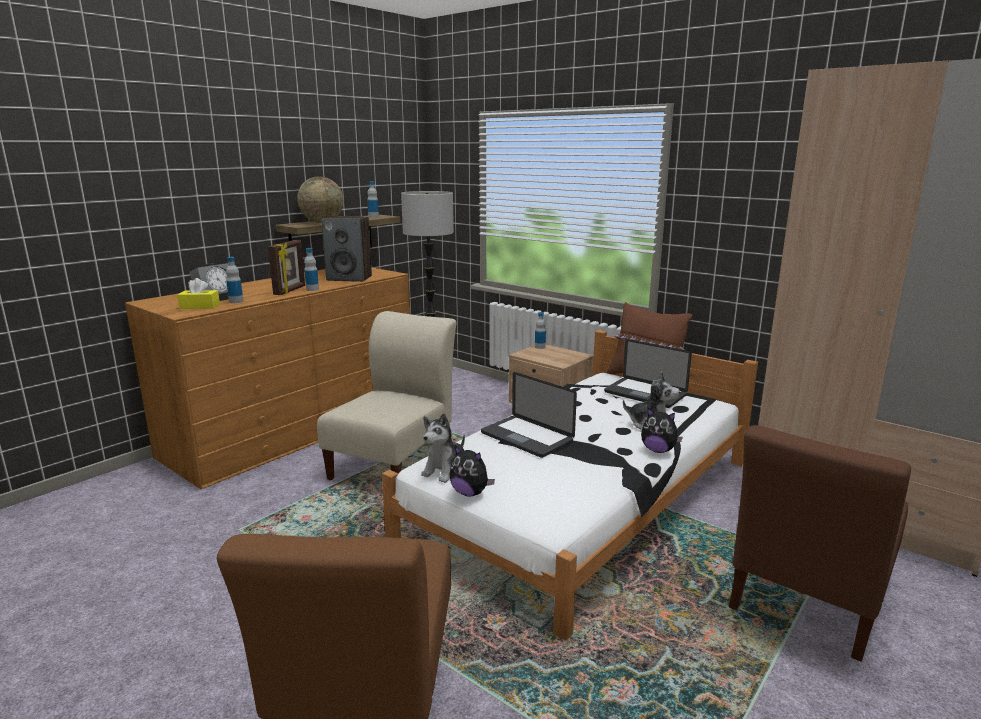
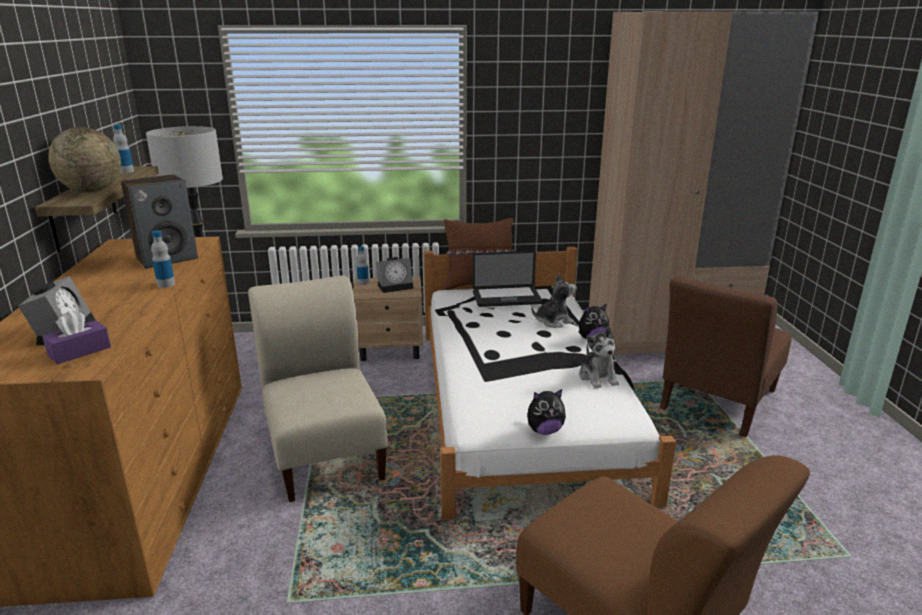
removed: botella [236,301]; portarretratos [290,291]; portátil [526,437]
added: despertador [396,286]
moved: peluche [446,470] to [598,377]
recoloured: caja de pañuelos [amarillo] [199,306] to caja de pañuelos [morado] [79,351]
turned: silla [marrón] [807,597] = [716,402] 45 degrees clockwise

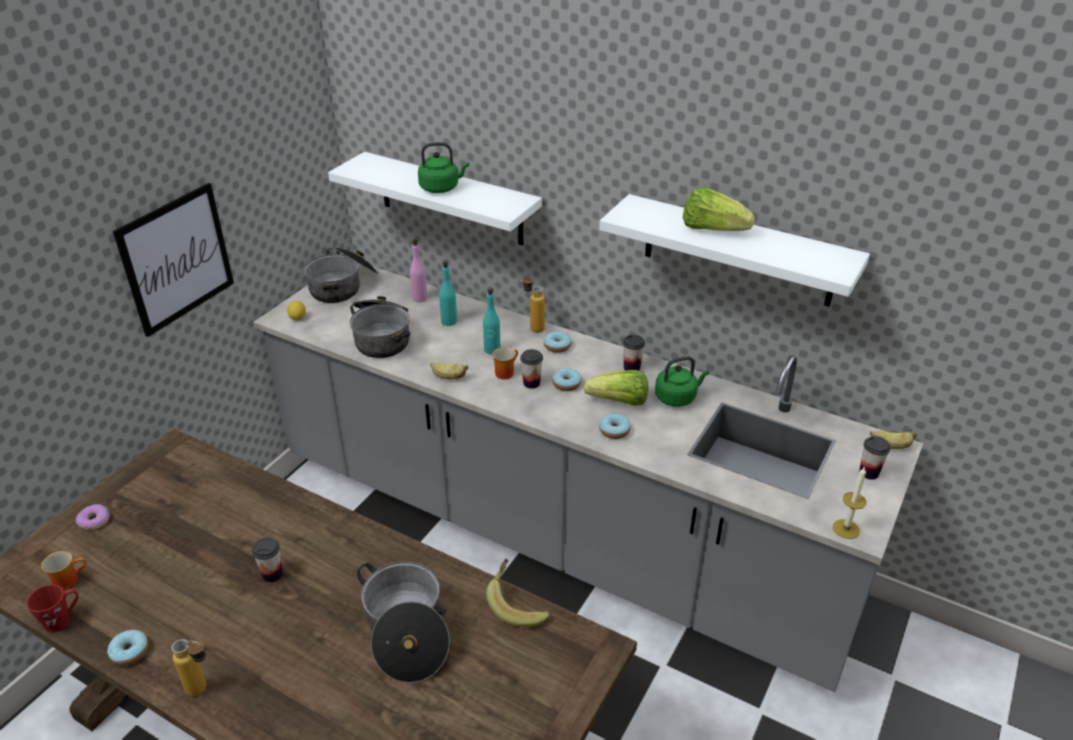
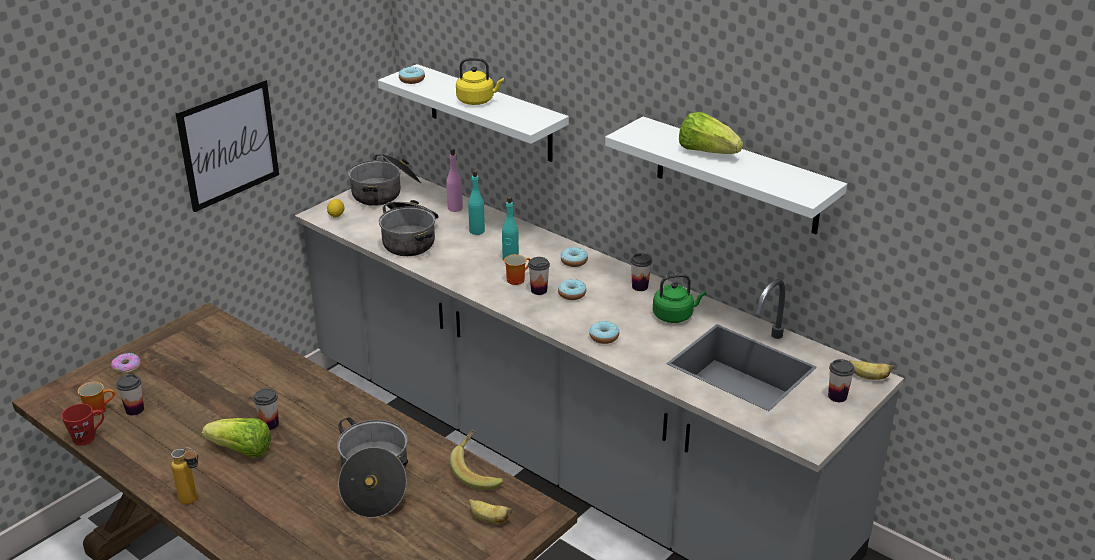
removed: botella [533,326]; vela [846,529]
added: taza [134,410]
moved: rosquilla [130,652] to [412,80]; plátano [448,377] to [488,519]; lechuga [619,402] to [242,451]
recoloured: hervidor [verde] [441,188] to hervidor [amarillo] [477,101]

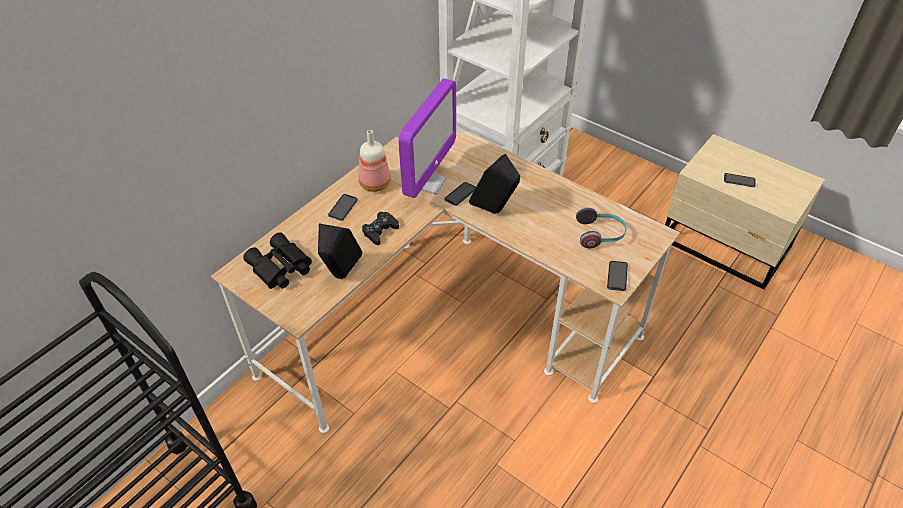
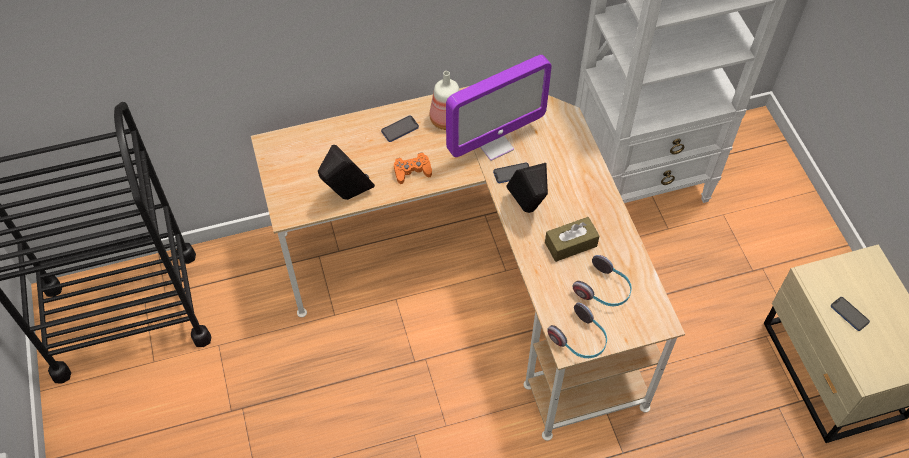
removed: prismáticos [negro] [280,268]
added: caja de pañuelos [marrón] [570,244]
replaced: móvil [617,276] to auriculares [580,339]
recoloured: mando de consola [negro] [380,231] to mando de consola [naranja] [412,171]

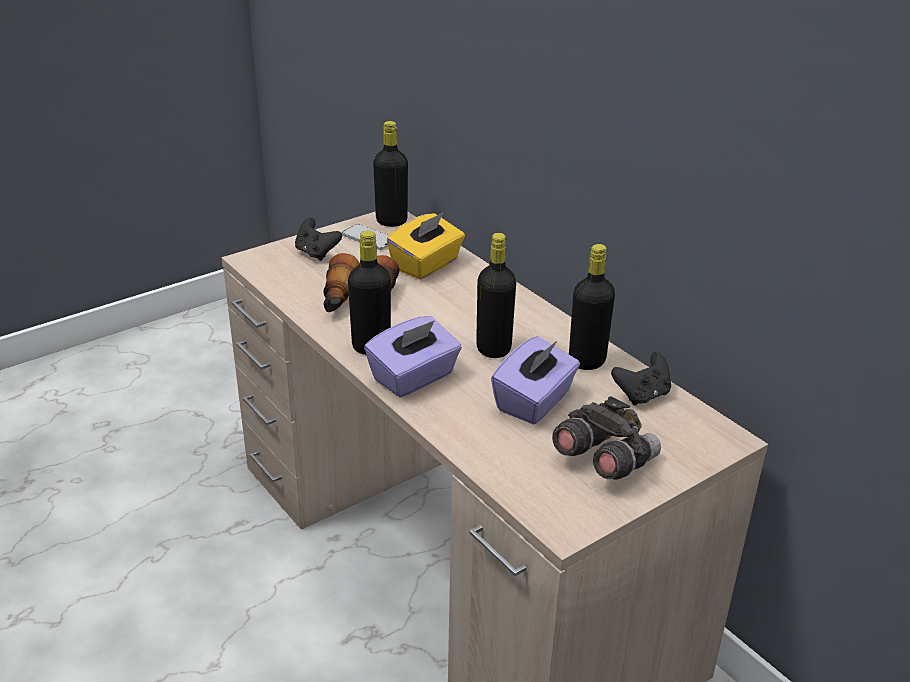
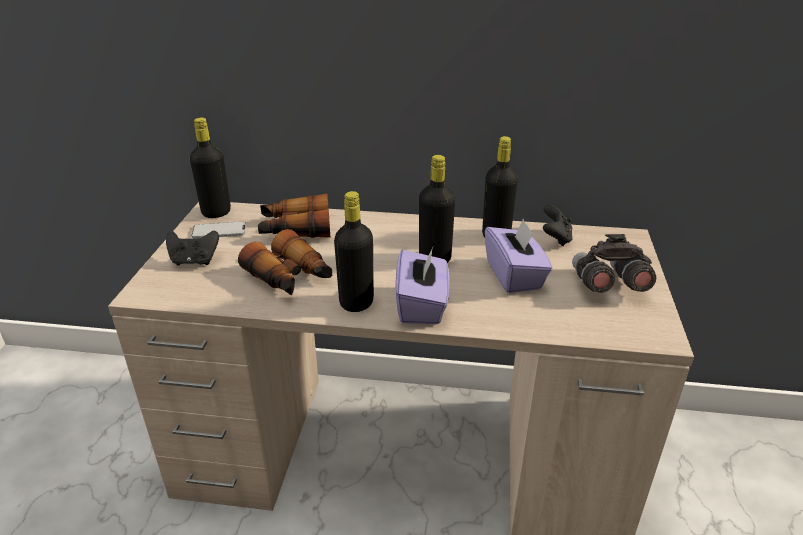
replaced: caja de pañuelos [amarillo] [426,265] to prismáticos [295,229]

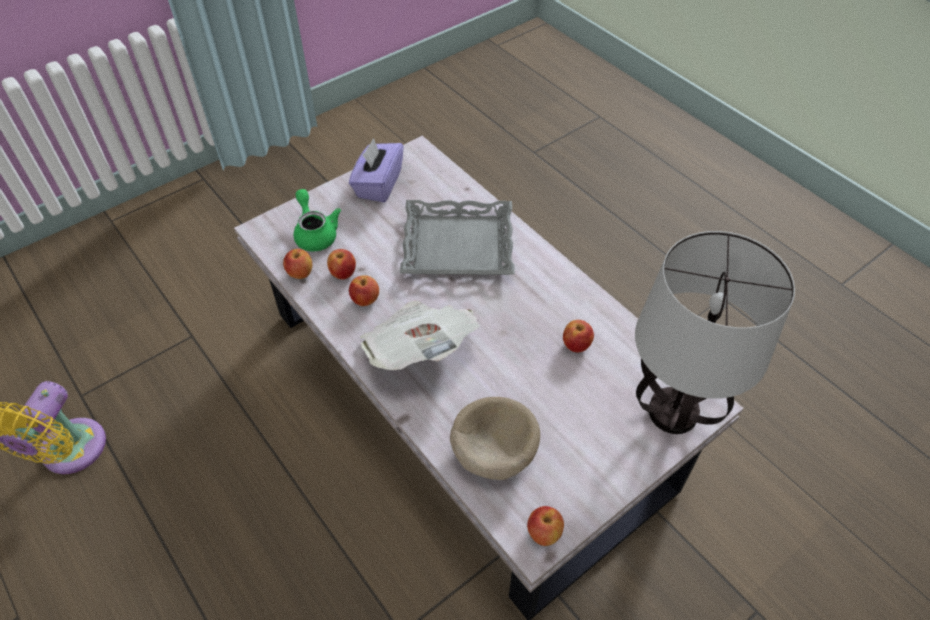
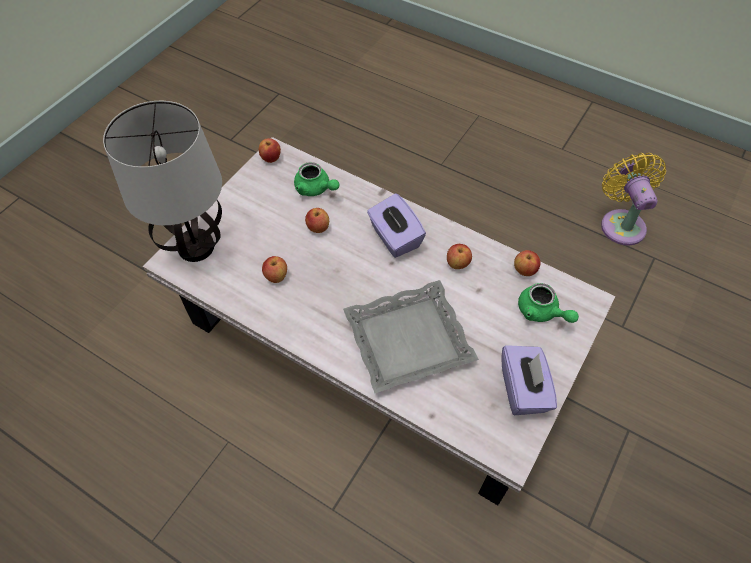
moved: manzana [343,273] to [318,228]
replaced: periódico [419,350] to caja de pañuelos [morado] [394,238]; cuenco [beis] [492,452] to tetera [verde] [315,189]

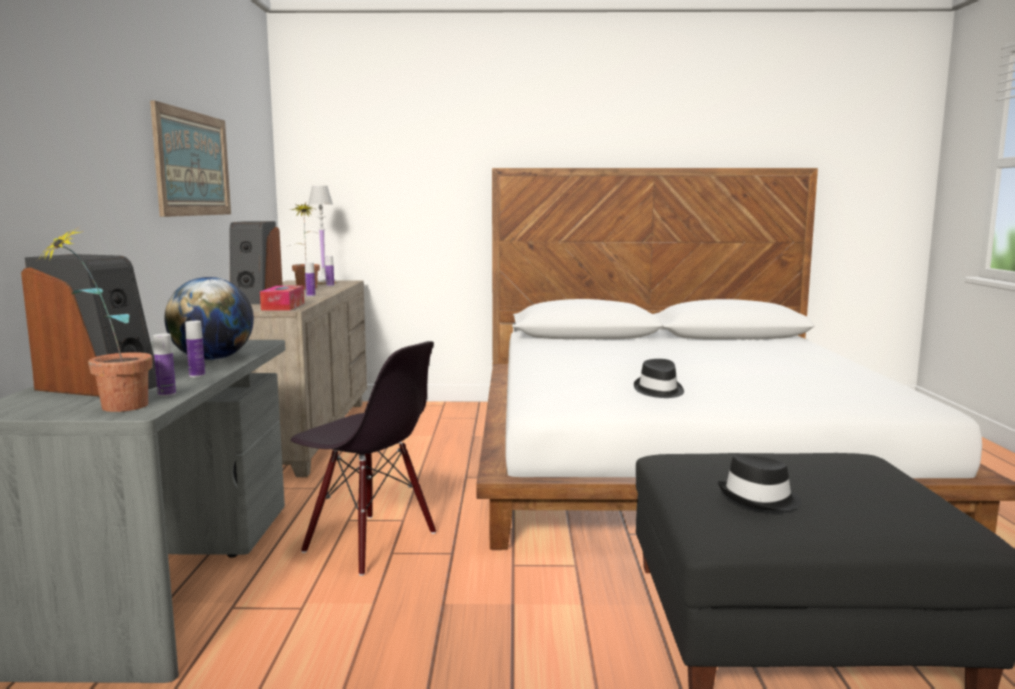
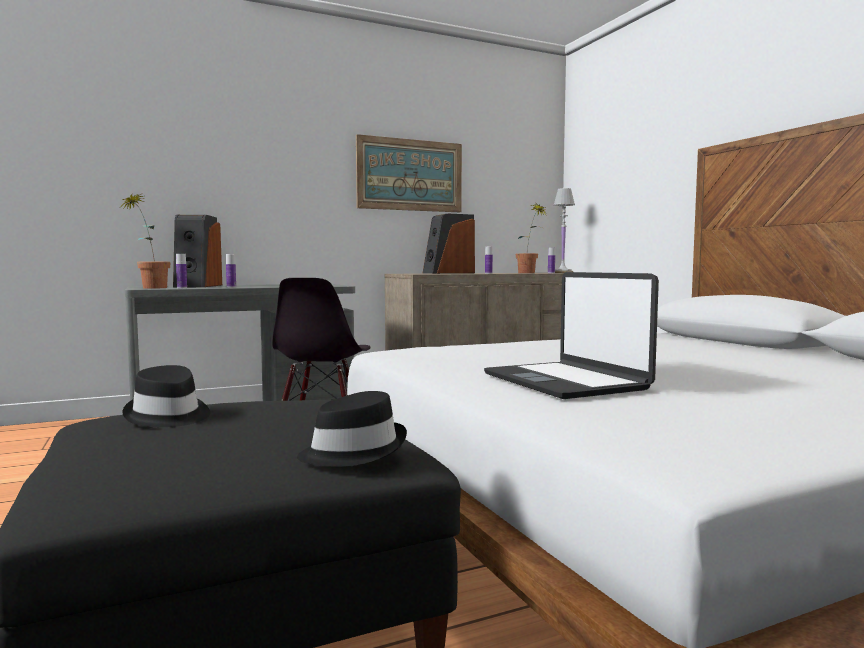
removed: globo terráqueo [213,359]; caja de pañuelos [283,306]
added: portátil [565,382]
moved: sombrero [negro] [658,390] to [353,450]

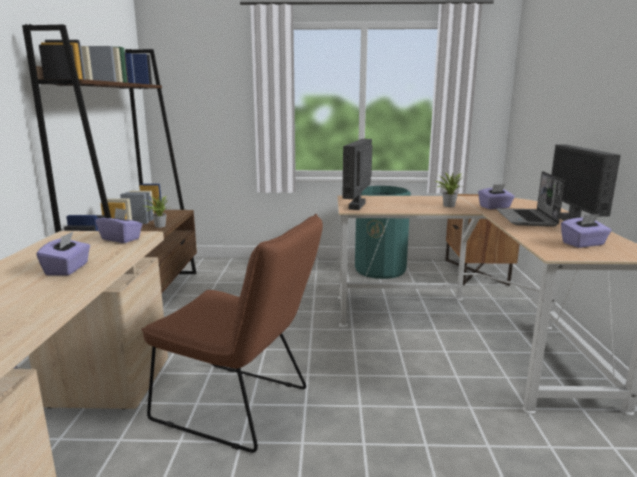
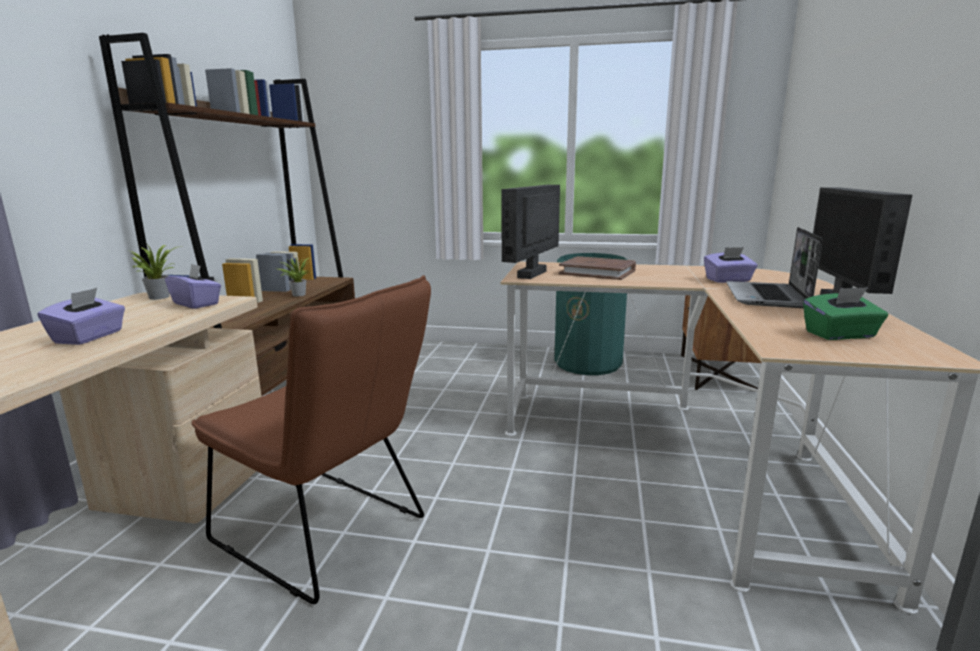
added: libro [marrón] [597,272]
moved: planta en maceta [447,205] to [159,297]
recoloured: caja de pañuelos [morado] [583,244] to caja de pañuelos [verde] [840,335]

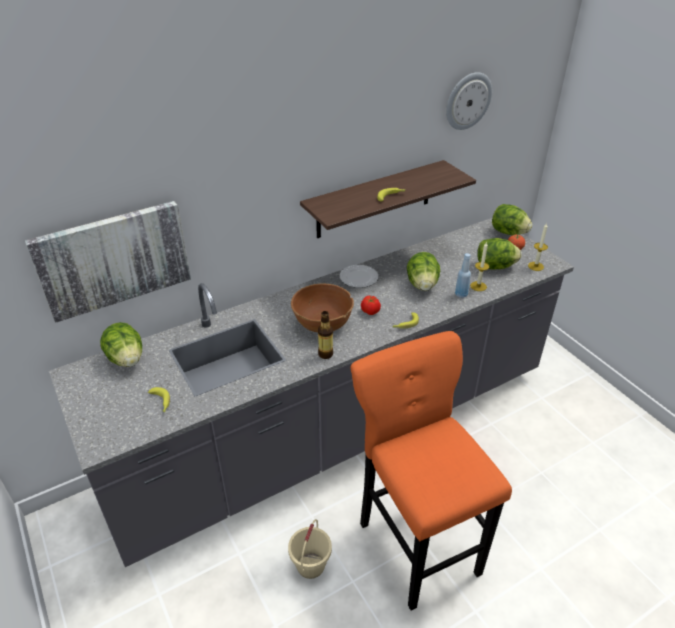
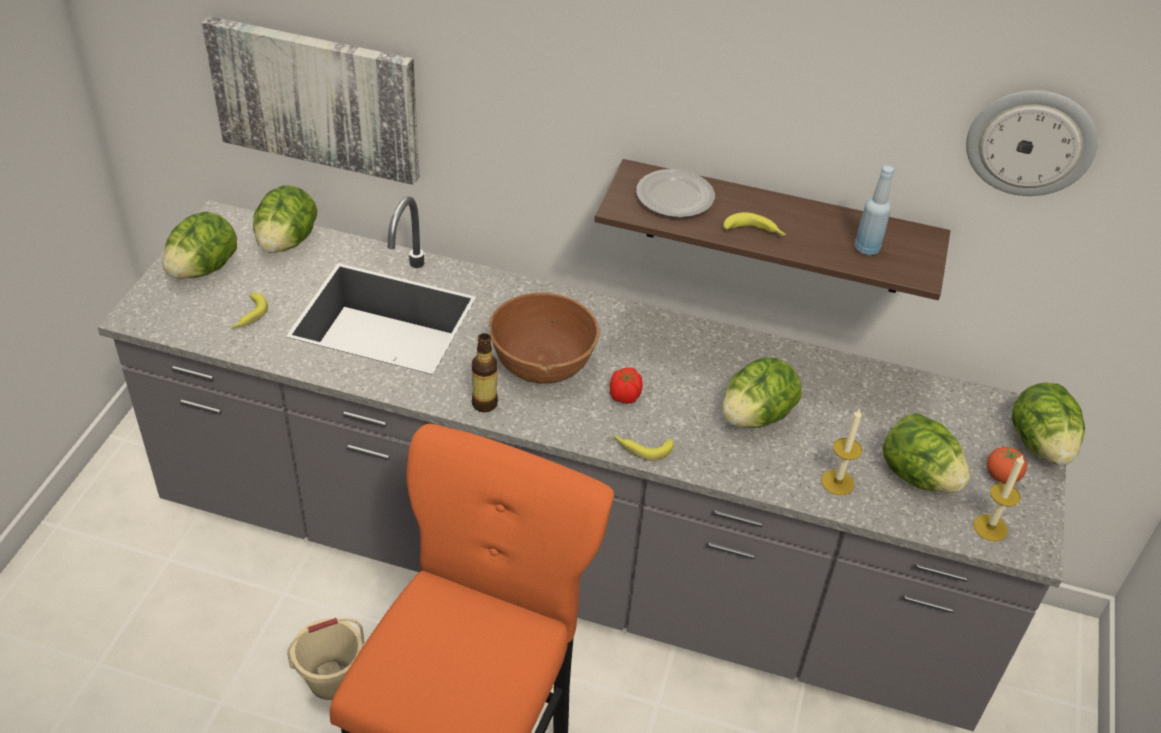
added: lechuga [203,269]
moved: plato [359,278] to [674,198]; botella [azul] [461,294] to [866,249]

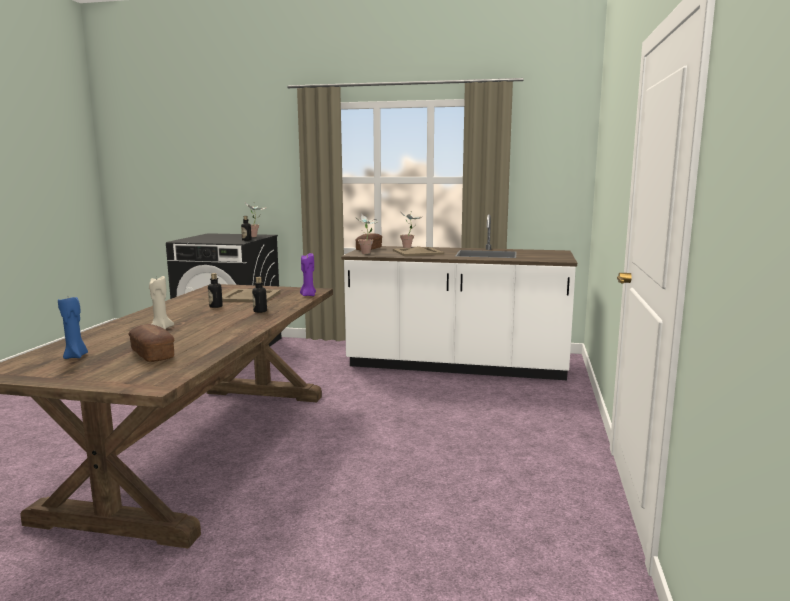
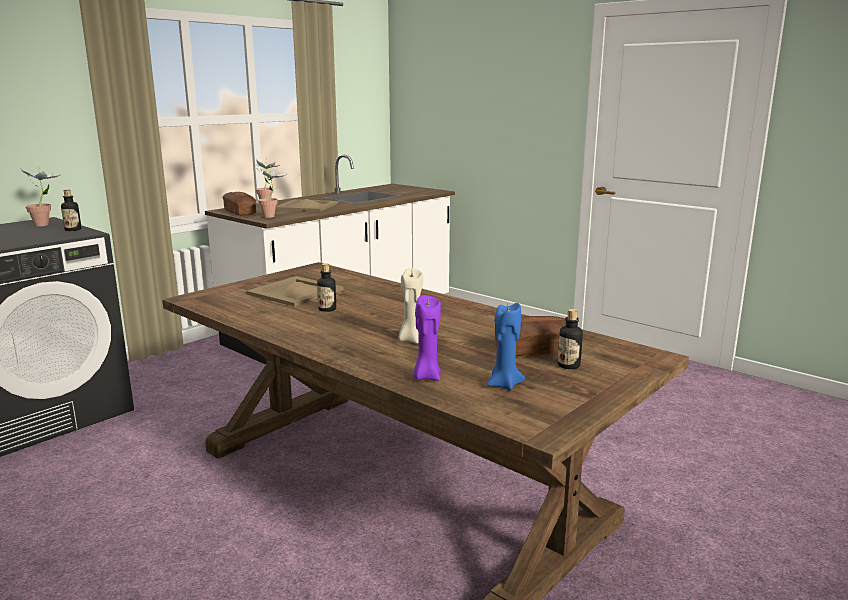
moved: botella [260,311] to [568,365]; vela [morado] [308,295] to [426,377]

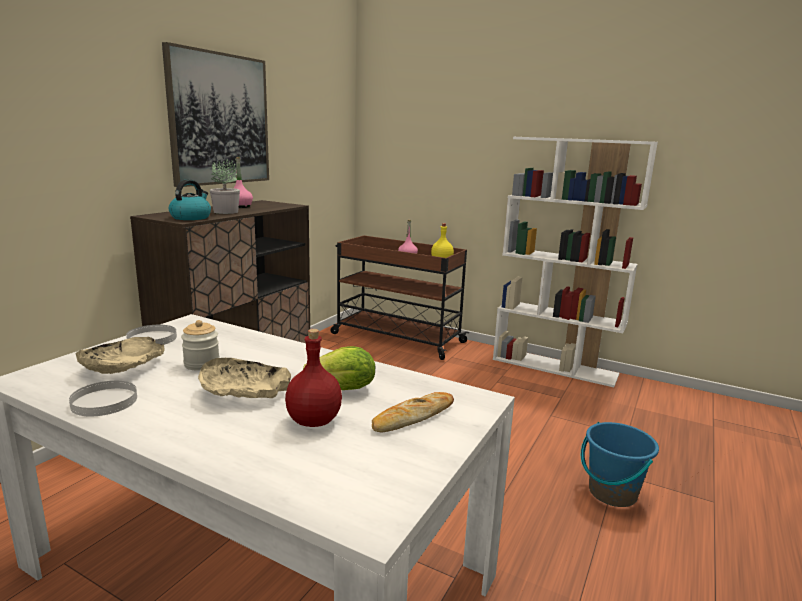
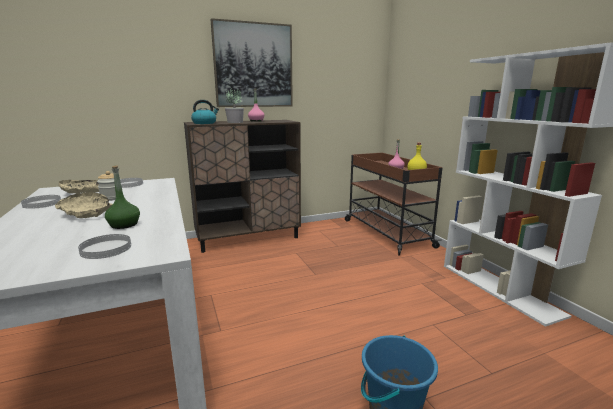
removed: botella [rojo] [315,421]
replaced: lechuga [343,389] to botella [verde] [124,225]; pan [413,417] to plato [blanco] [106,249]

